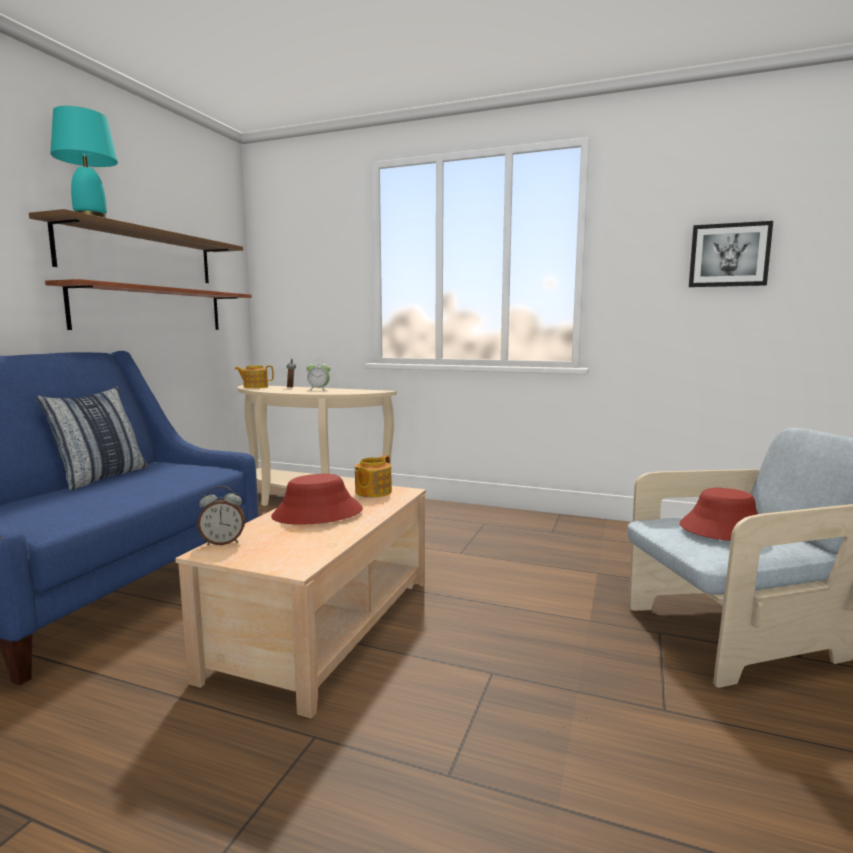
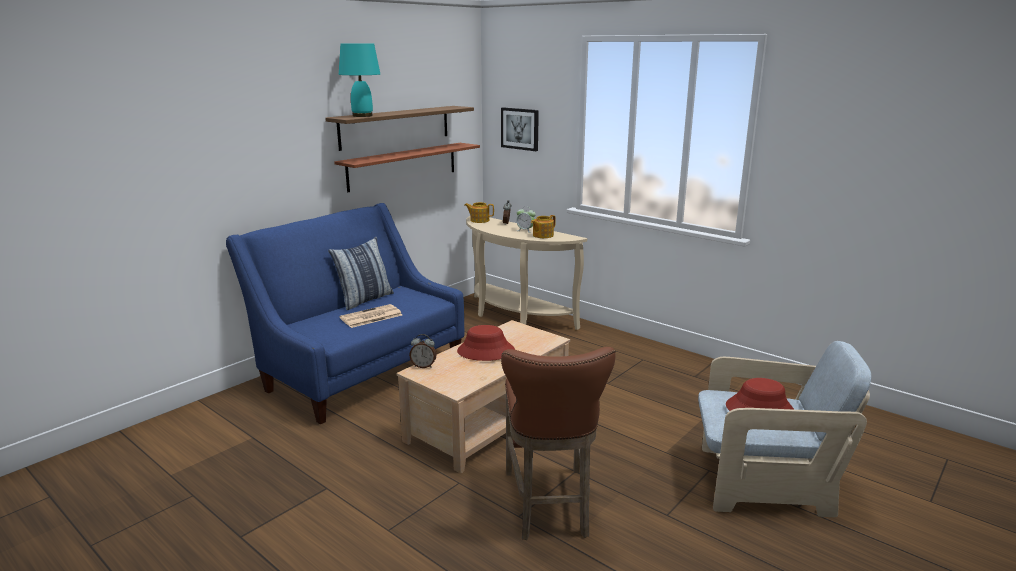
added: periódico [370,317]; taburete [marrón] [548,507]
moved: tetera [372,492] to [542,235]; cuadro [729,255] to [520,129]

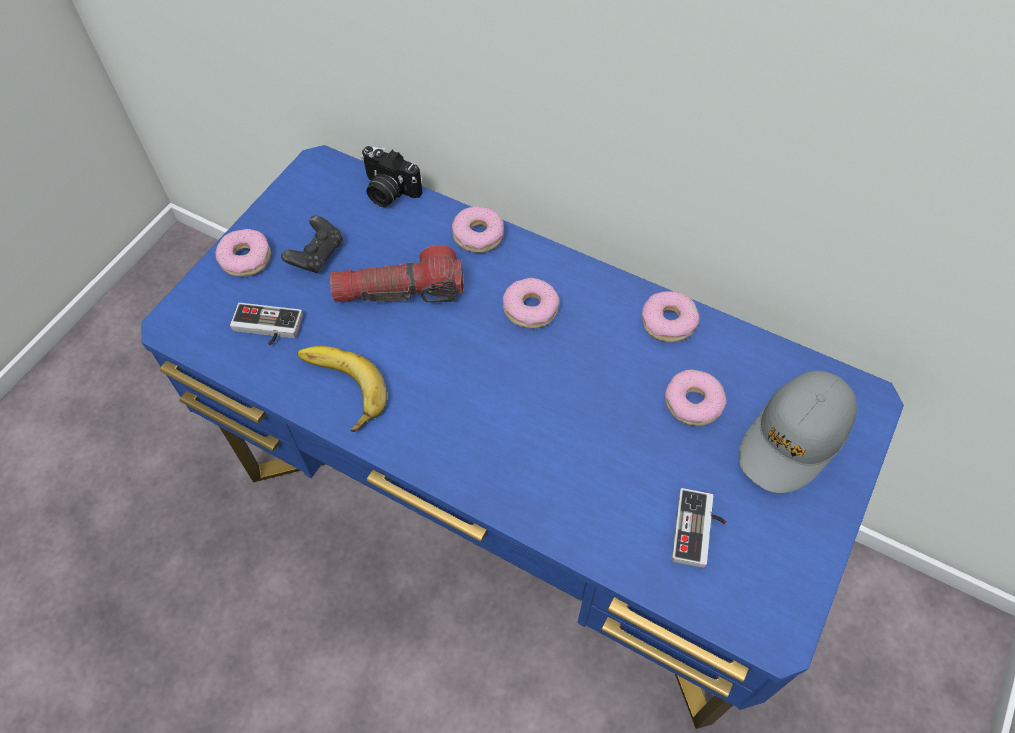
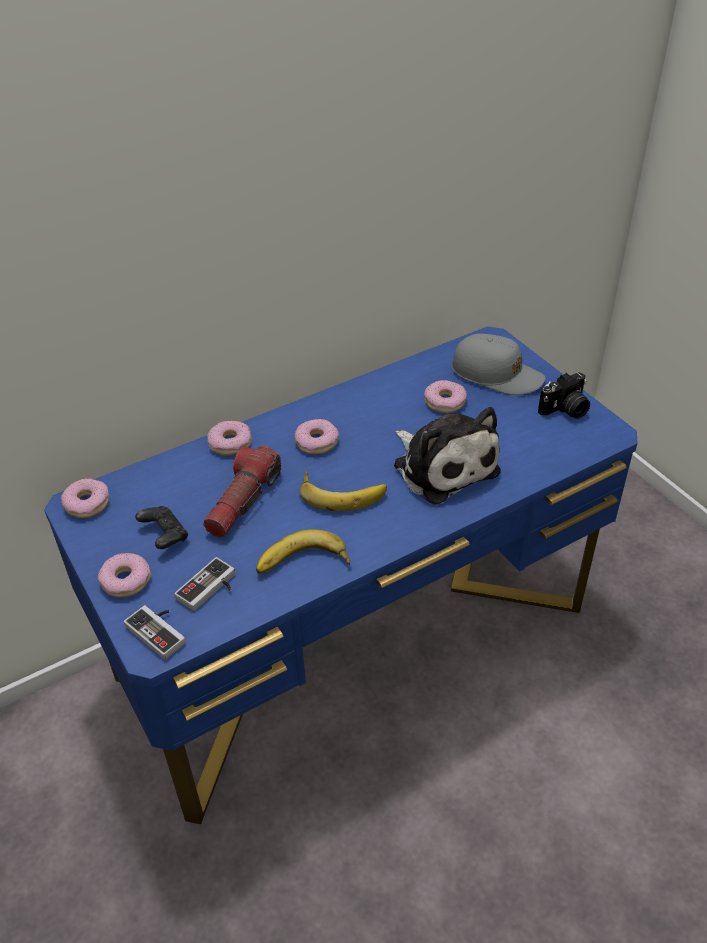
added: plátano [342,492]; peluche [443,466]
moved: cámara [388,191] to [565,410]; rosquilla [668,322] to [87,504]; mando de consola [699,531] to [160,631]
turned: gorra [gris] [794,438] = [497,374] 45 degrees counterclockwise

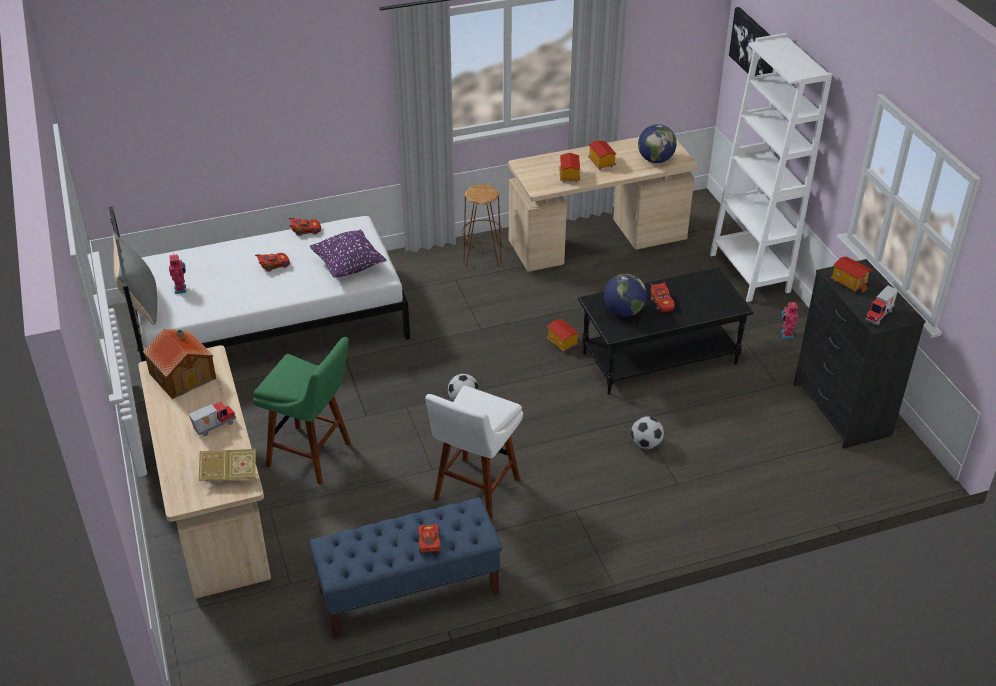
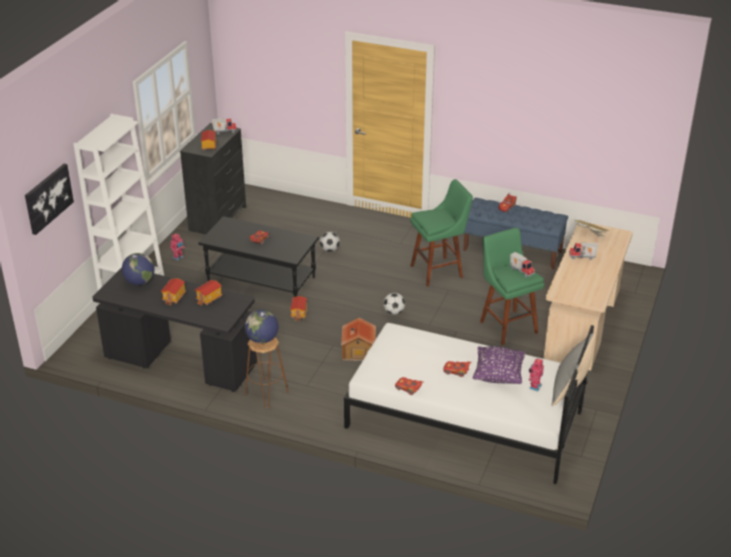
added: camión de juguete [521,271]
moved: casita [183,375] to [358,351]; cojín [morado] [349,266] to [498,375]; globo terráqueo [623,312] to [262,339]
recoloured: taburete [blanco] [474,492] to taburete [verde] [439,271]; escritorio [beis] [597,241] to escritorio [negro] [180,362]

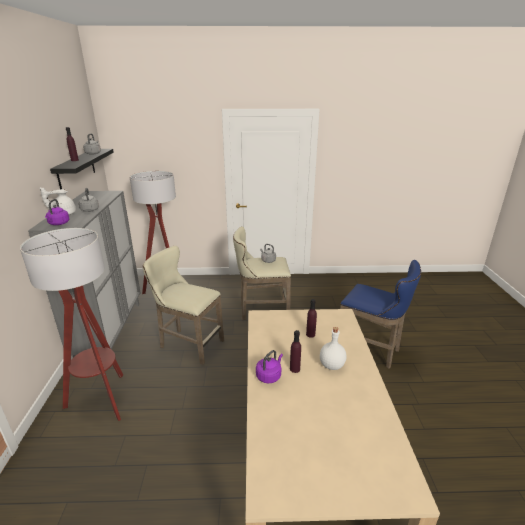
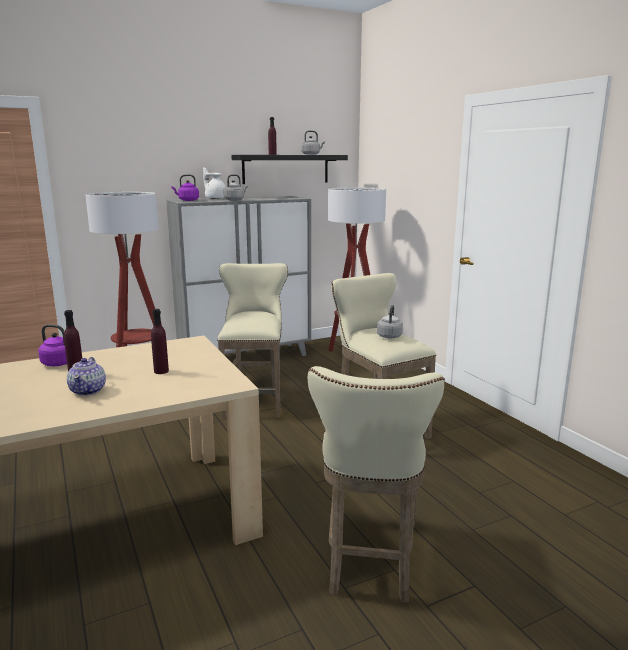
replaced: botella [blanco] [331,365] to tetera [88,391]
recoloured: taburete [azul] [370,351] to taburete [beis] [370,559]

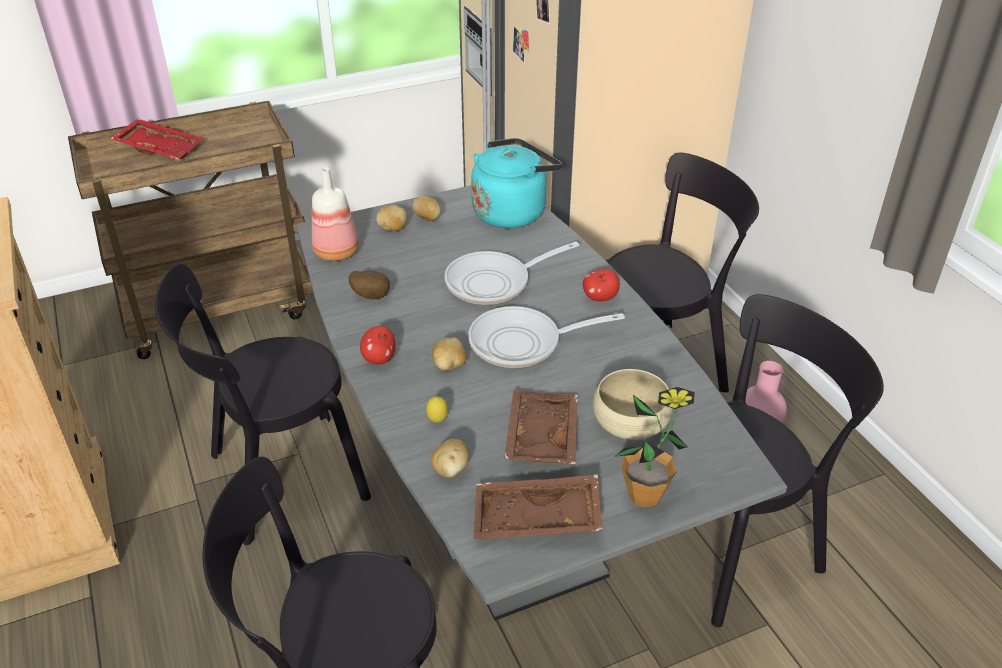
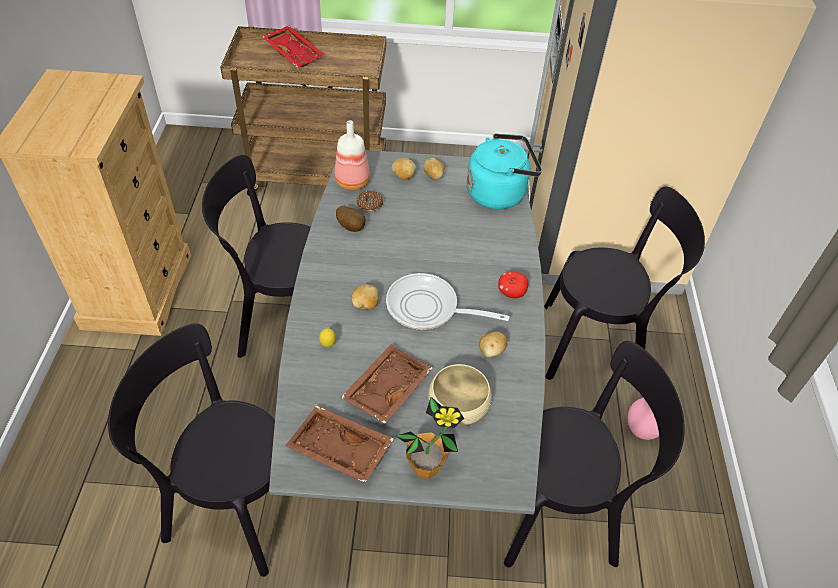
removed: manzana [379,359]; sartén [495,283]
added: rosquilla [370,204]
moved: patata [451,469] to [491,351]

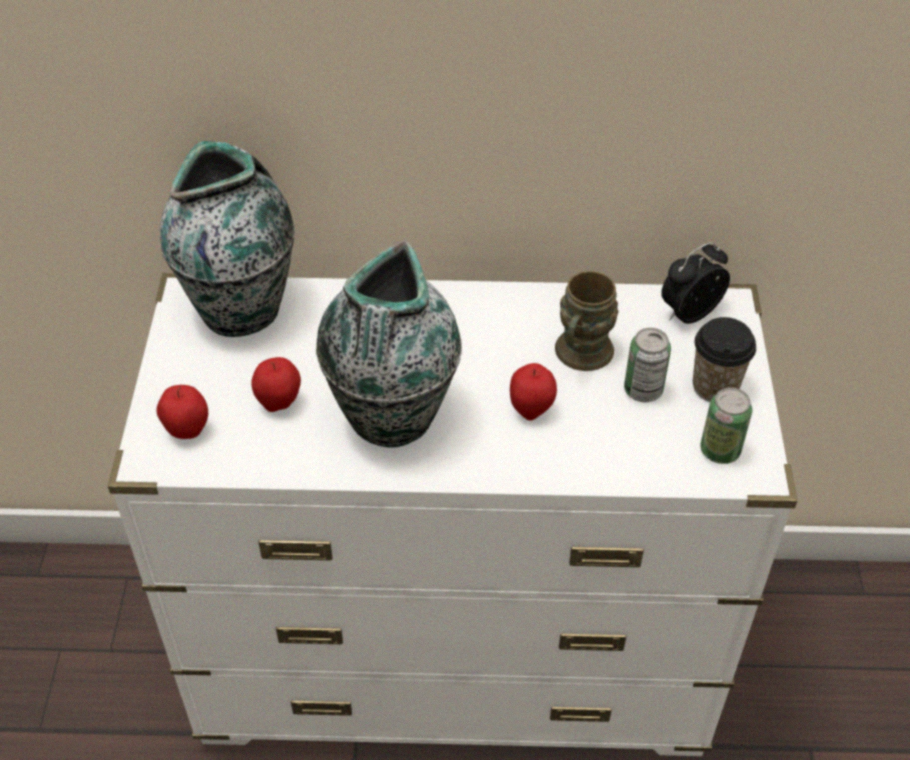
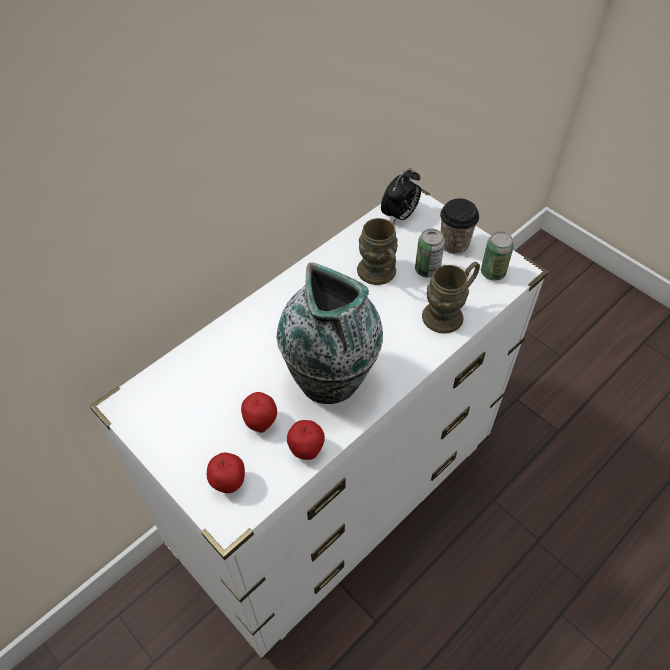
removed: florero [241,308]
added: taza grande [marrón] [449,312]
moved: manzana [531,410] to [306,450]
turned: despertador [689,312] = [399,216] 150 degrees counterclockwise

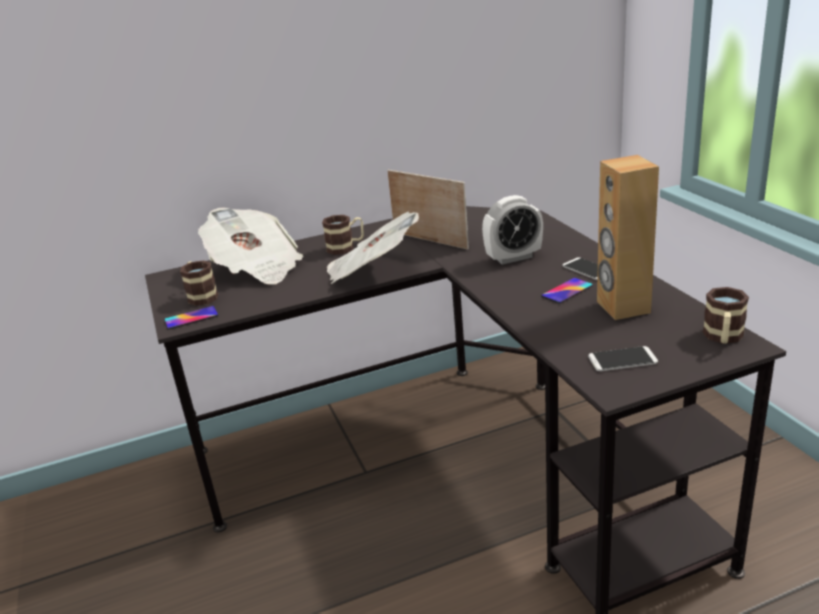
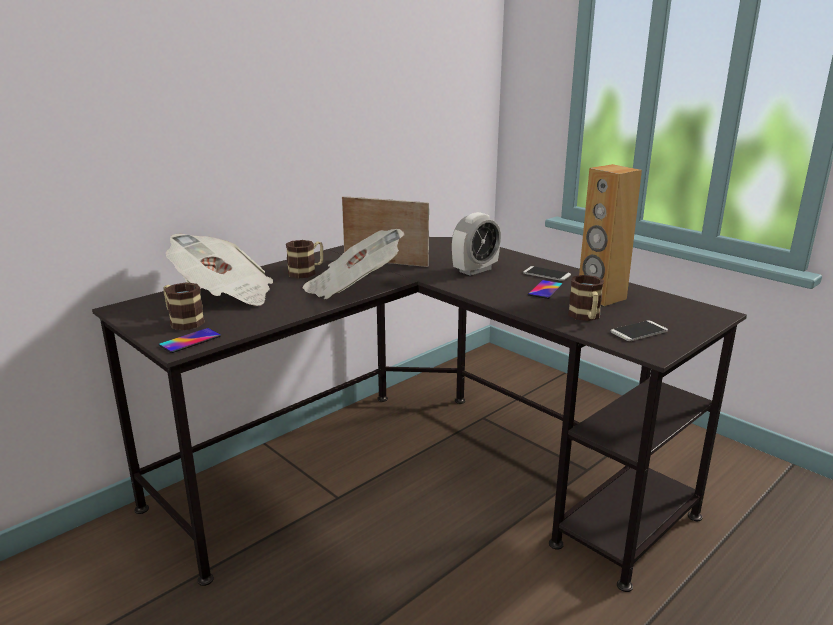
moved: taza grande [723,338] to [586,317]

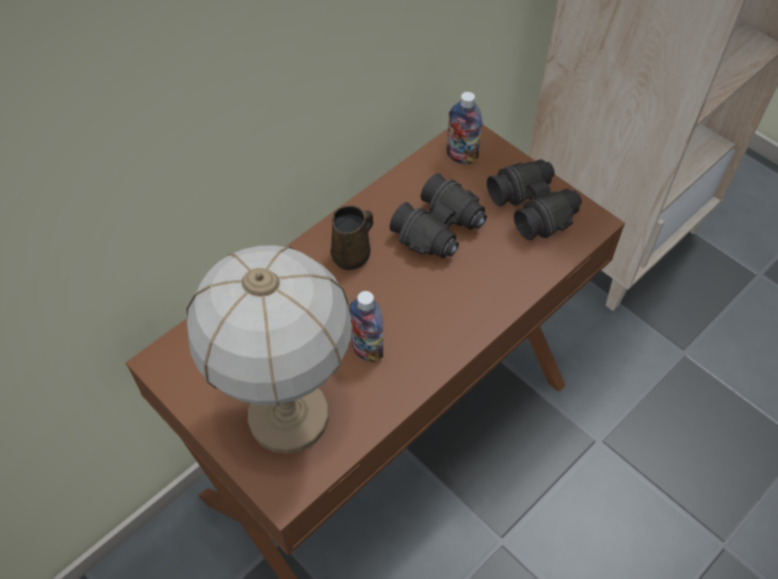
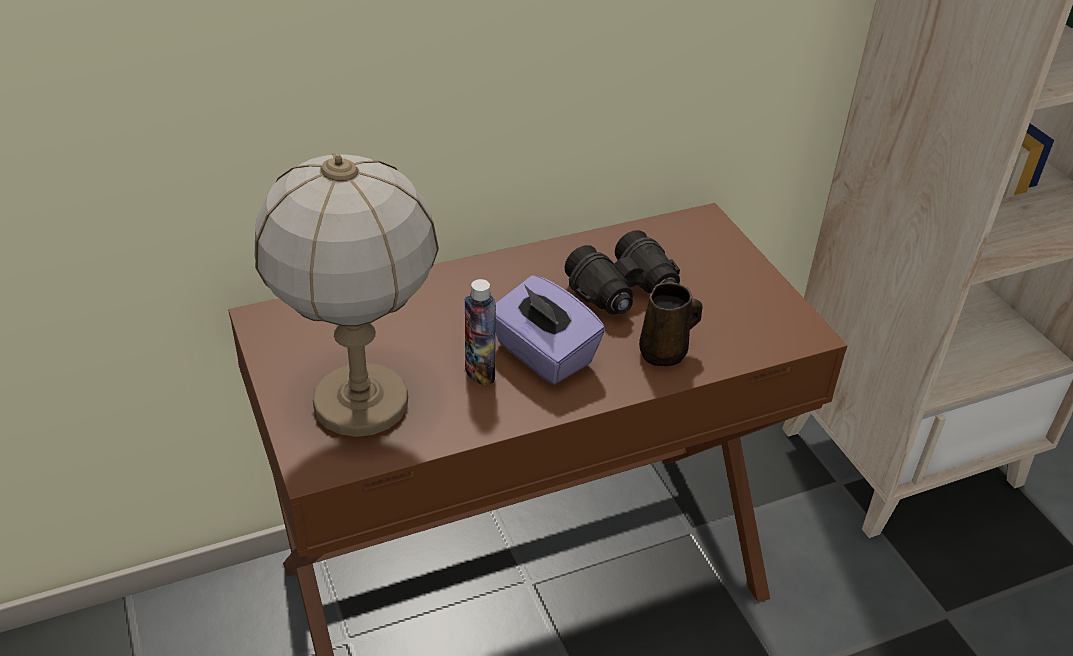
removed: botella [461,156]; prismáticos [negro] [533,207]
added: caja de pañuelos [morado] [543,354]
moved: taza grande [marrón] [352,255] to [665,353]

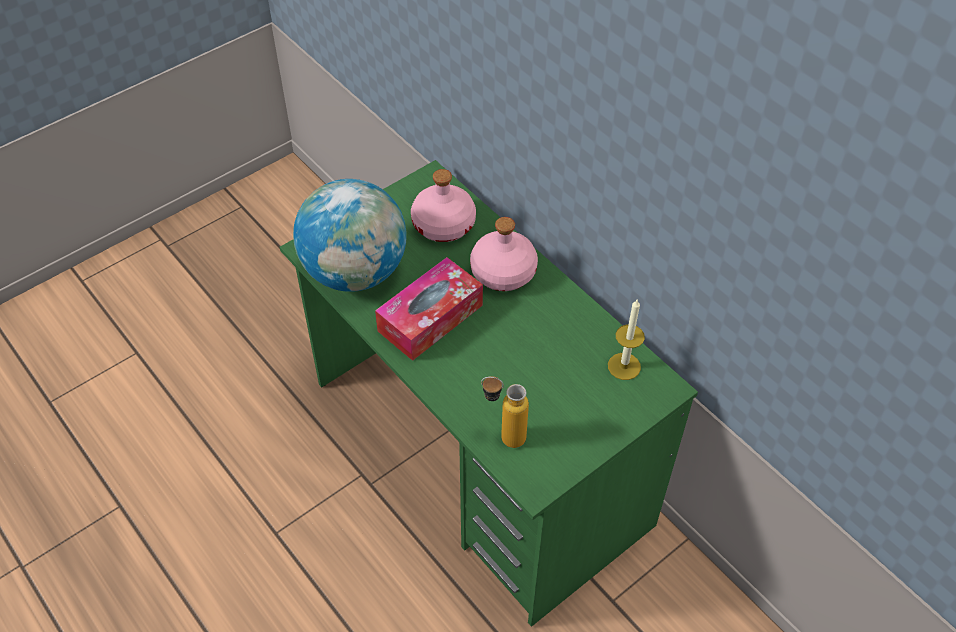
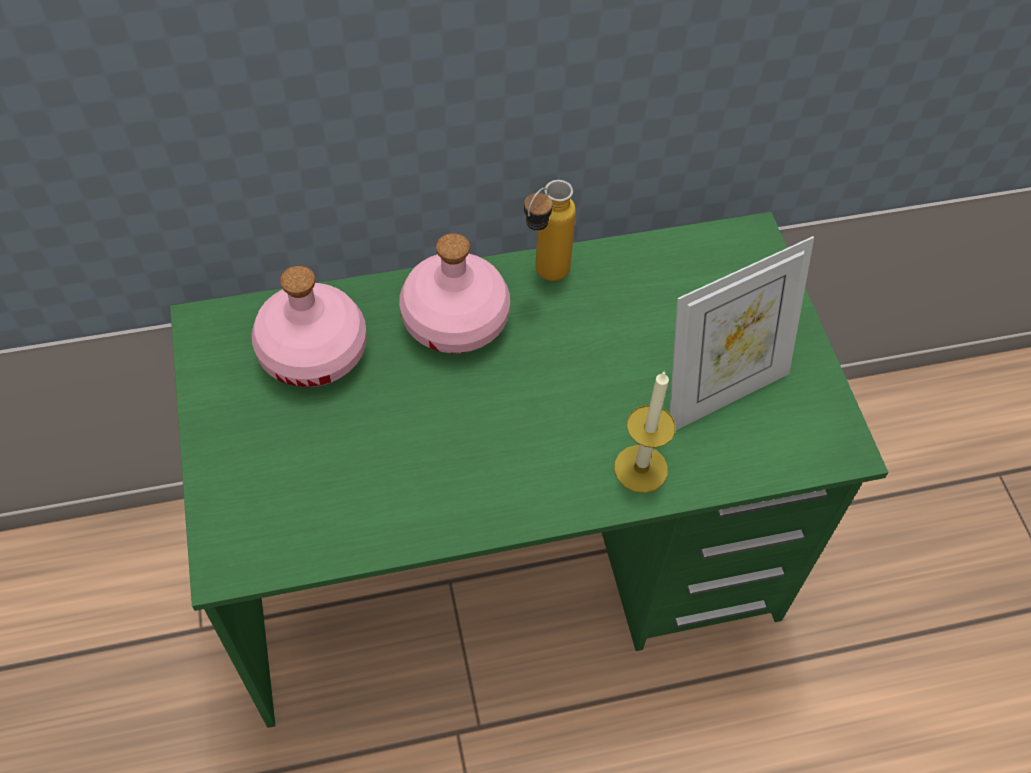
removed: globo terráqueo [355,272]; caja de pañuelos [430,318]
added: portarretratos [721,391]
moved: botella [503,436] to [543,278]; vela [624,366] to [640,468]

